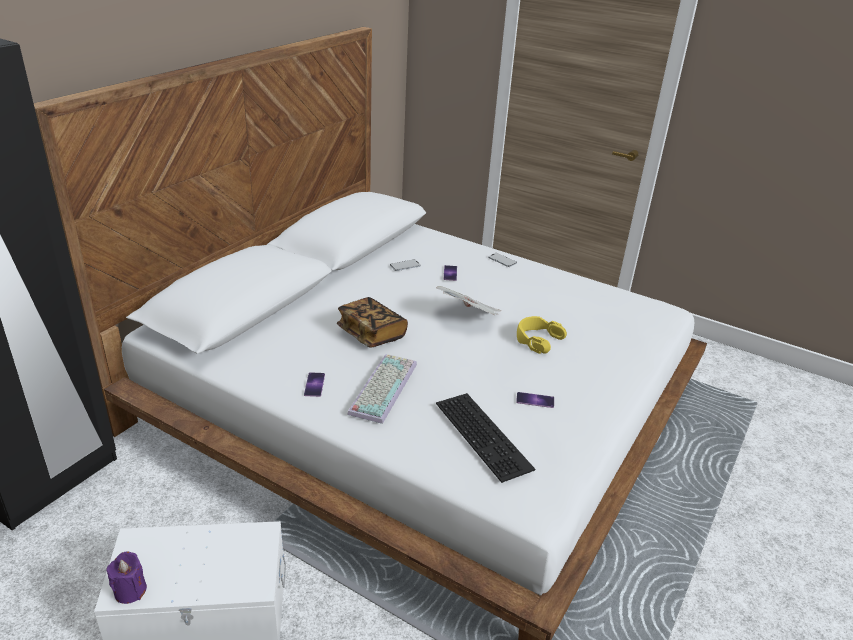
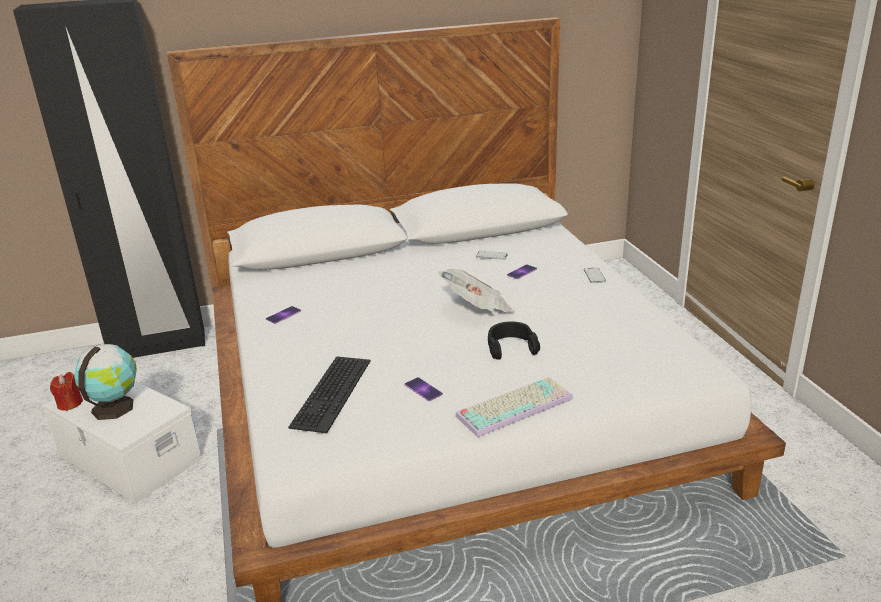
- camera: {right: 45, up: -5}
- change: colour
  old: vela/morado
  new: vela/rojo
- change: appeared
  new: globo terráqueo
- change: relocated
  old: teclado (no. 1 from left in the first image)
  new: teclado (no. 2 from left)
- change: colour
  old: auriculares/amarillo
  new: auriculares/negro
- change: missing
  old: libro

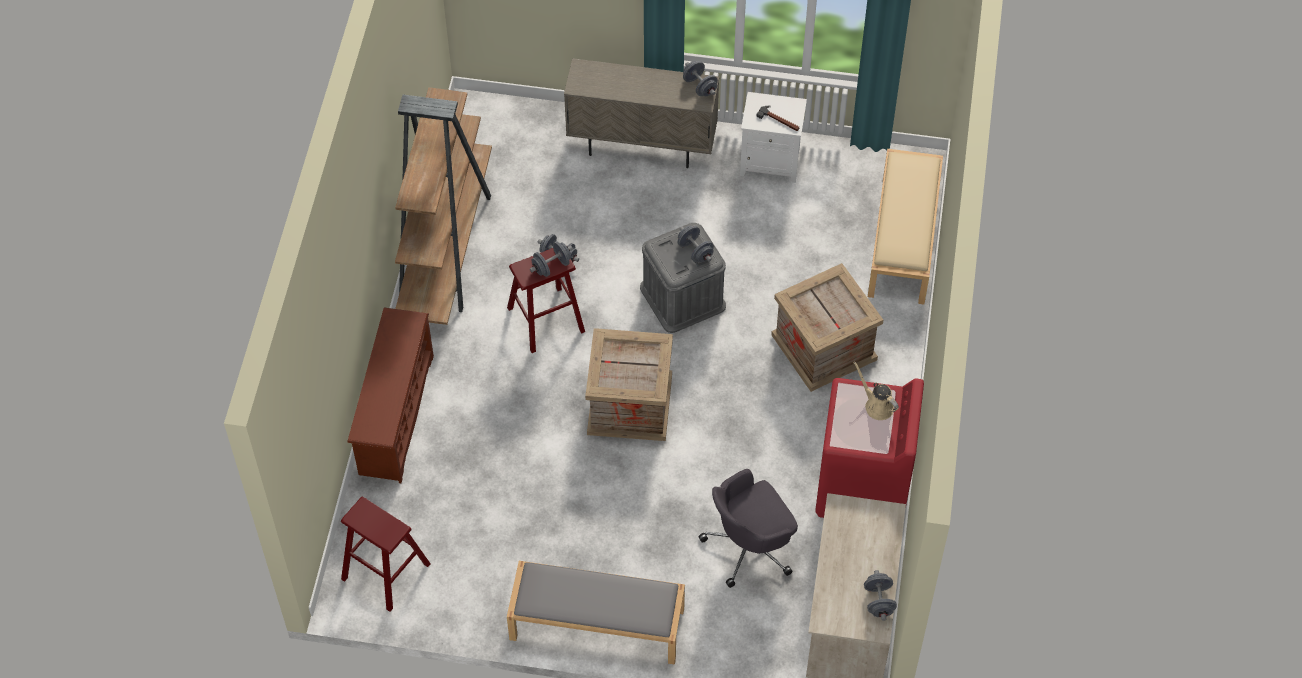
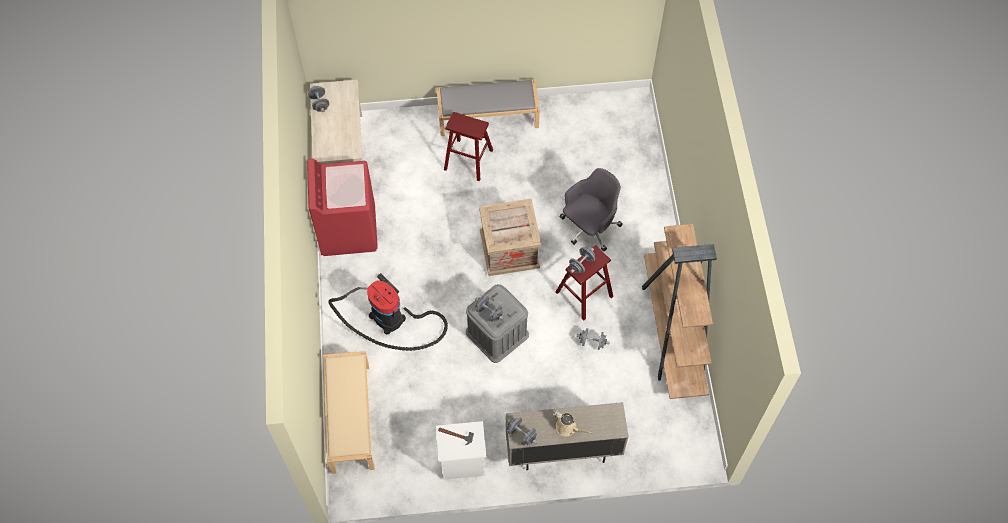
- camera: {right: 165, up: 5}
- change: exchanged
  old: caja de embalaje (no. 2 from left)
  new: aspiradora
- change: relocated
  old: taburete/rojo (no. 1 from left)
- change: relocated
  old: regadera/beis
- change: relocated
  old: silla de oficina/gris
- change: missing
  old: zapatero/marrón

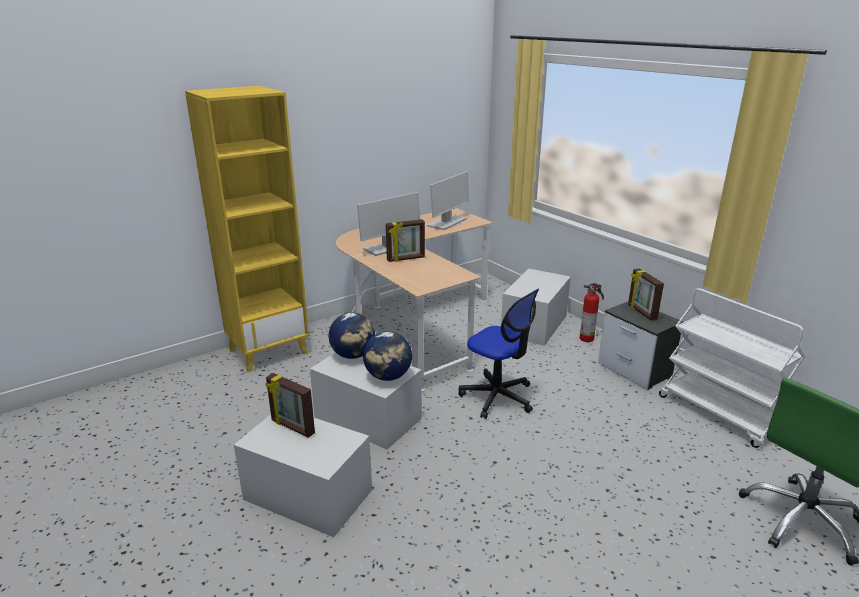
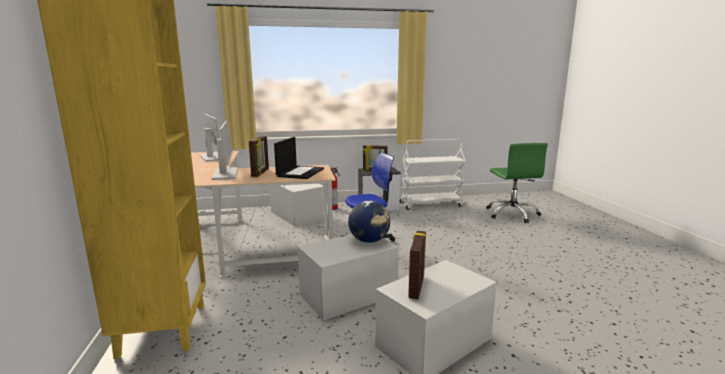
- camera: {right: -65, up: -10}
- change: appeared
  new: portátil
- change: spun
  old: portarretratos (no. 1 from left in the first image)
  degrees: 135
- change: missing
  old: globo terráqueo (no. 1 from left)

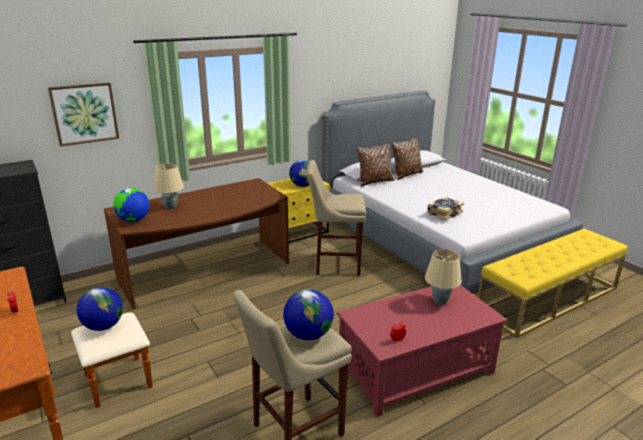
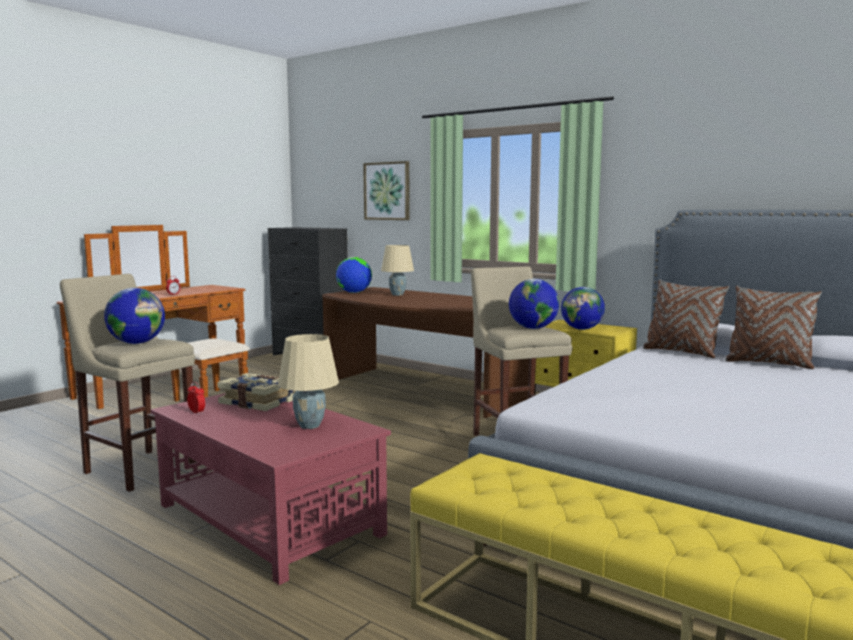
- camera: {right: 70, up: -15}
- change: relocated
  old: libro
- change: relocated
  old: globo terráqueo (no. 1 from left in the first image)
  new: globo terráqueo (no. 3 from left)

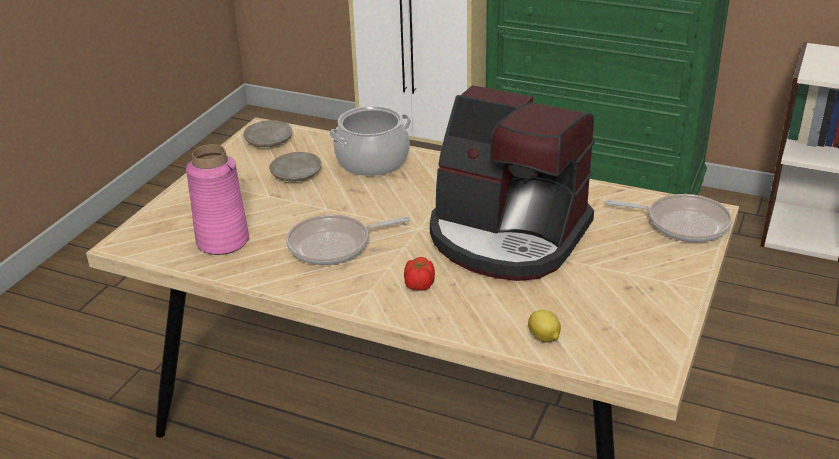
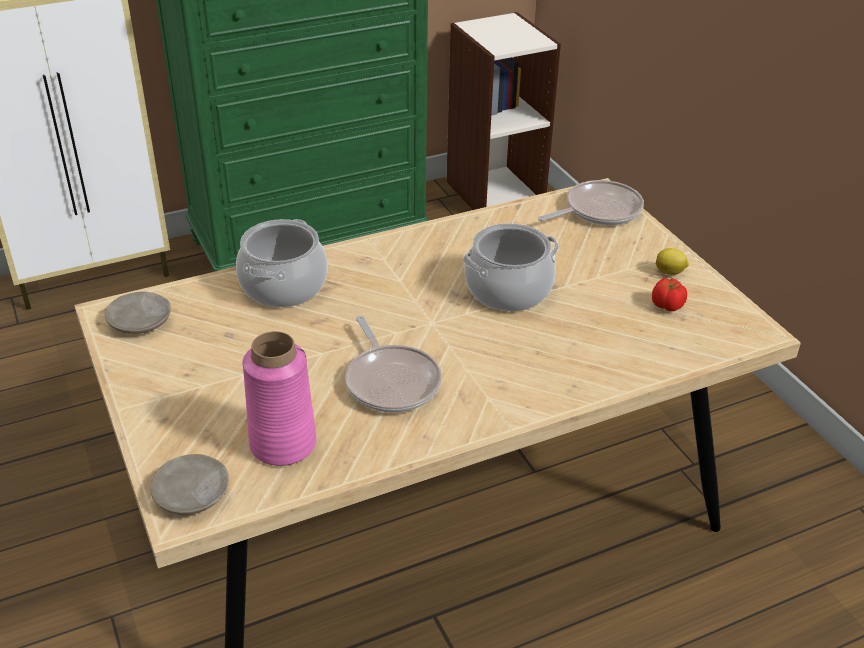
- camera: {right: -50, up: 5}
- change: relocated
  old: plato/beis (no. 2 from left)
- change: spun
  old: sartén (no. 1 from left)
  degrees: -45
- change: exchanged
  old: cafetera
  new: olla (no. 2 from left)
- change: relocated
  old: tomate
- change: relocated
  old: limón

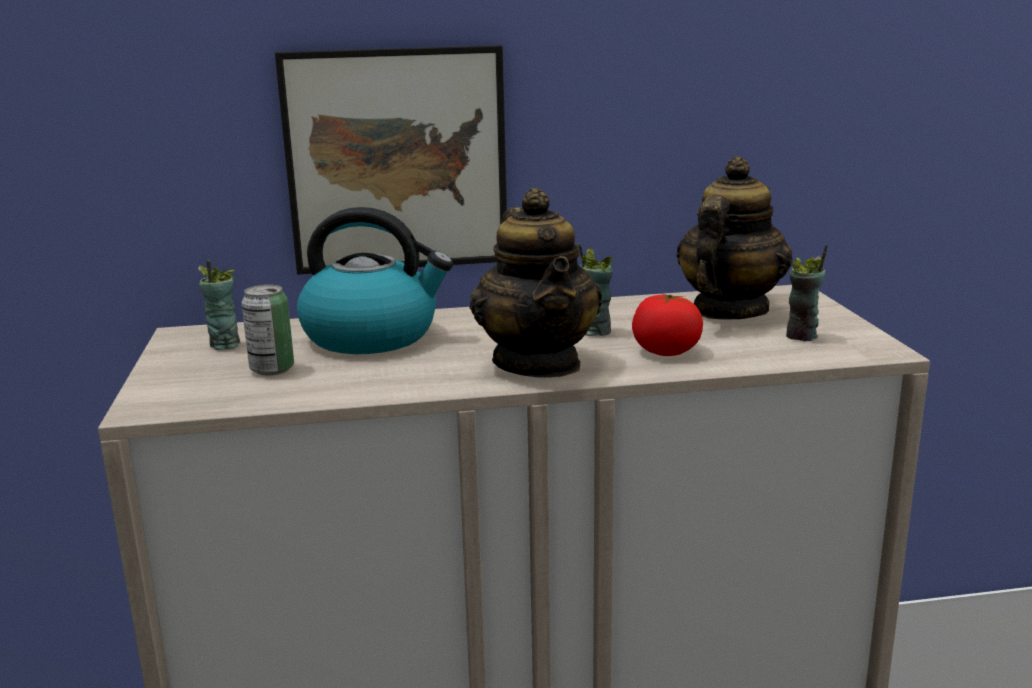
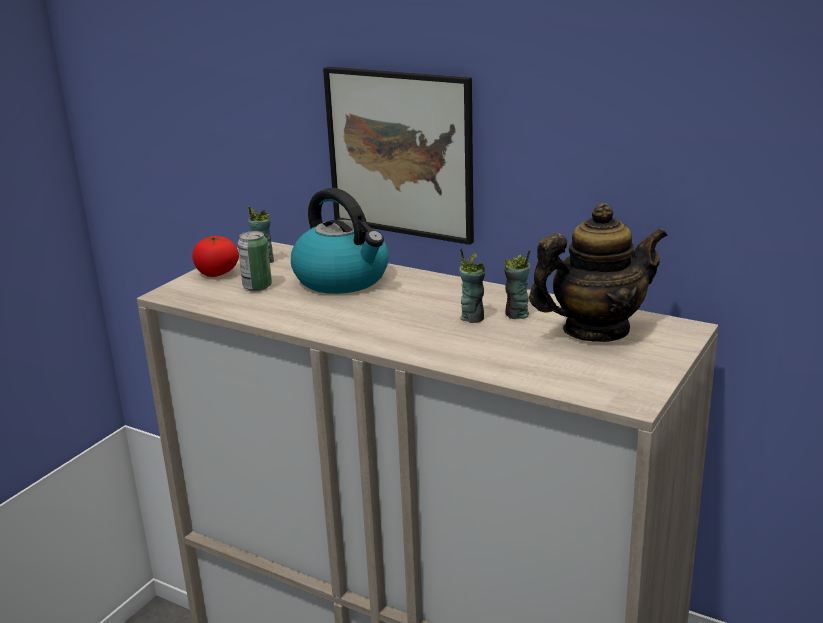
- camera: {right: 40, up: 5}
- change: relocated
  old: tomate
- change: relocated
  old: taza (no. 3 from left)
- change: missing
  old: tetera (no. 1 from left)

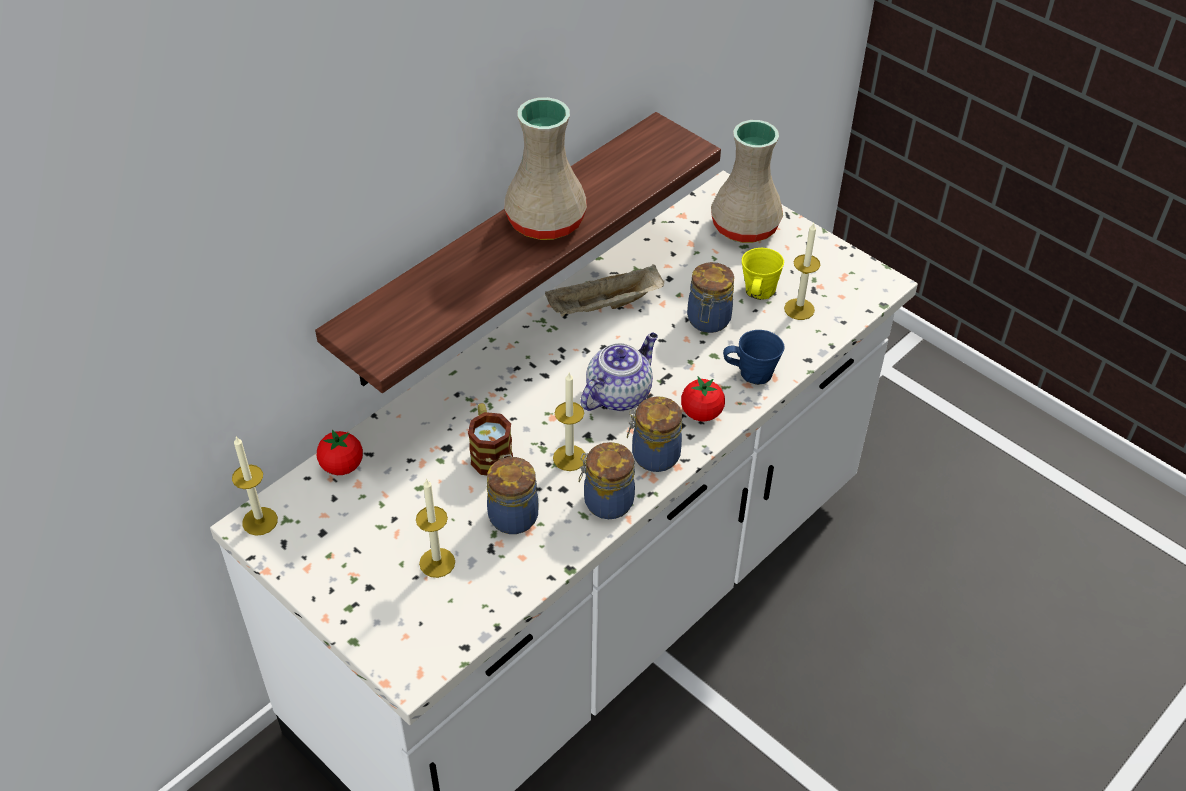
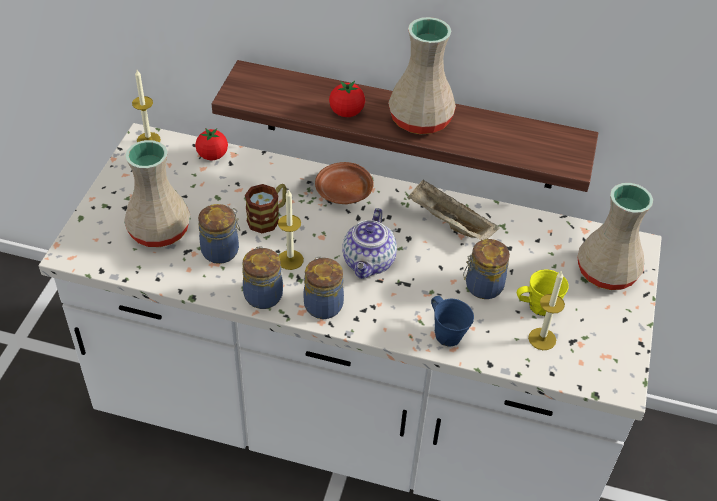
- camera: {right: 60, up: 0}
- change: exchanged
  old: vela (no. 2 from left)
  new: florero/beis (no. 1 from left)
- change: appeared
  new: plato/marrón
- change: relocated
  old: tomate (no. 2 from left)
- change: spun
  old: tetera
  degrees: 90

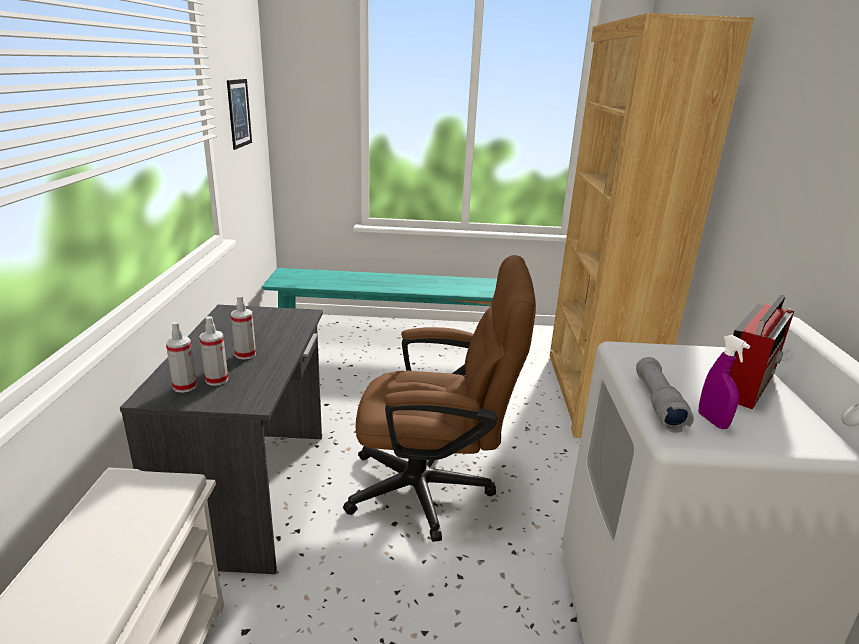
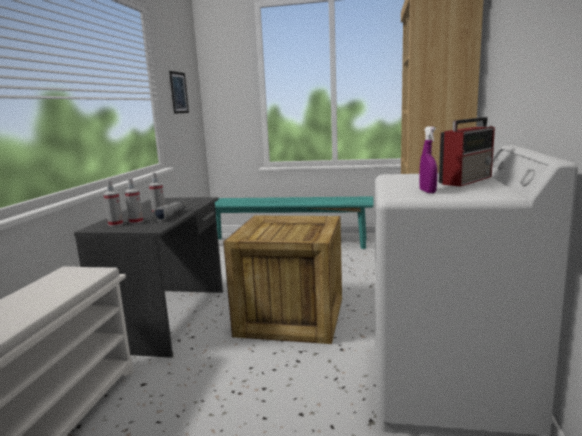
- camera: {right: 10, up: -10}
- change: relocated
  old: linterna/gris
- change: exchanged
  old: silla de oficina/marrón
  new: caja de embalaje

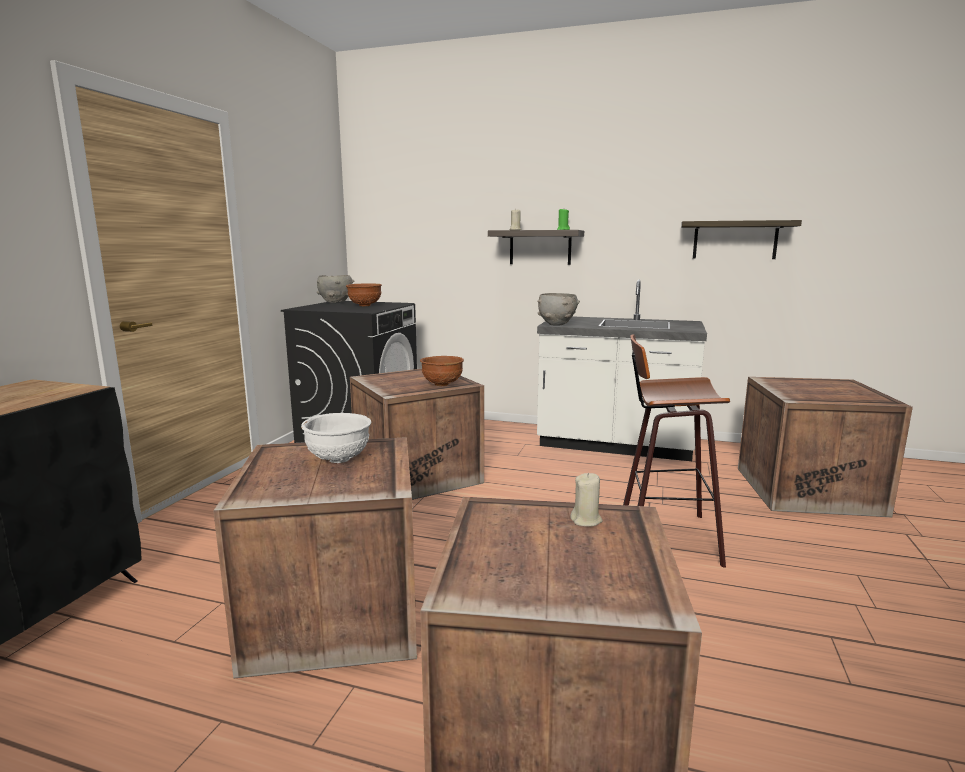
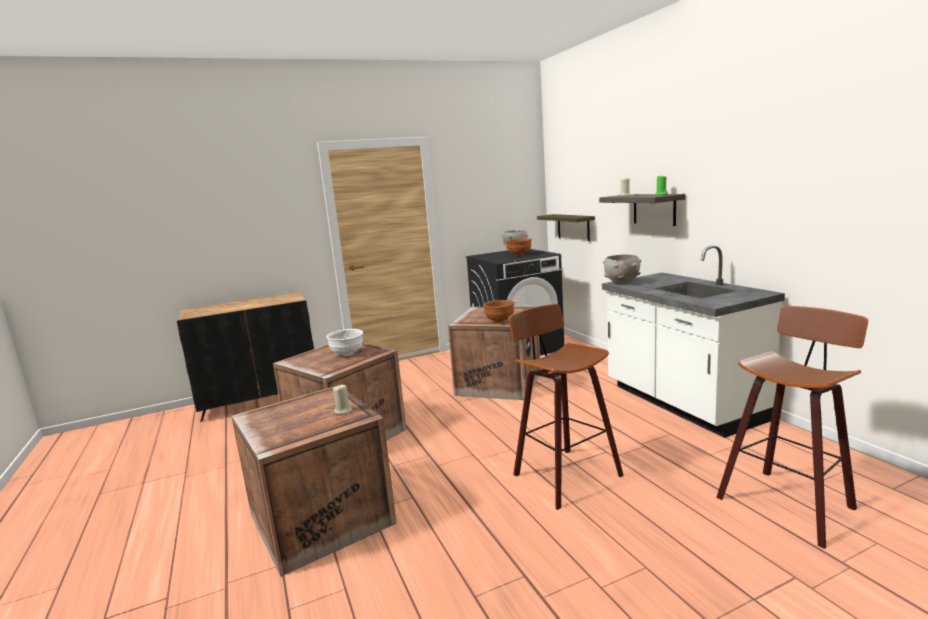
- camera: {right: 50, up: 0}
- change: relocated
  old: estante (no. 2 from left in the first image)
  new: estante (no. 1 from left)
- change: exchanged
  old: caja de embalaje (no. 4 from left)
  new: taburete (no. 2 from left)

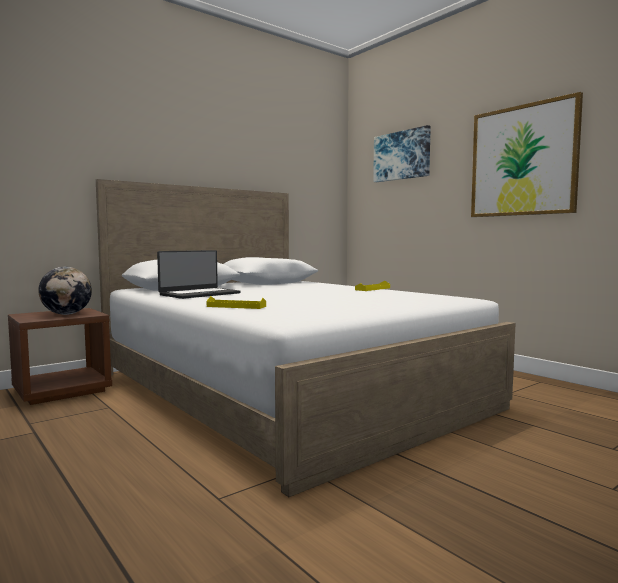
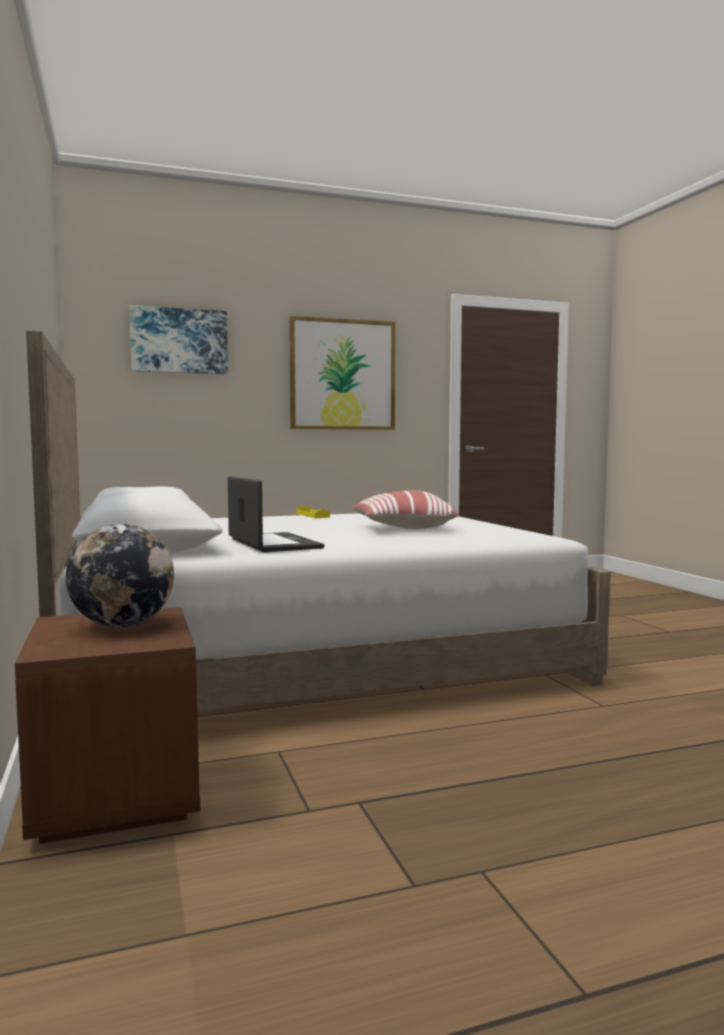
- camera: {right: -70, up: 0}
- change: appeared
  new: cojín
- change: missing
  old: bandeja/amarillo (no. 1 from left)

